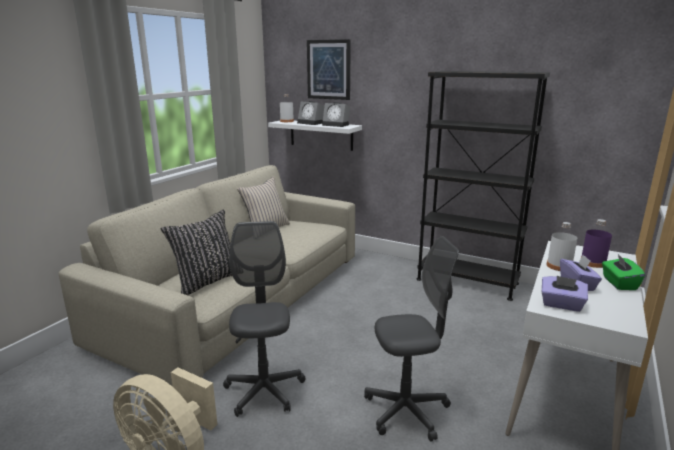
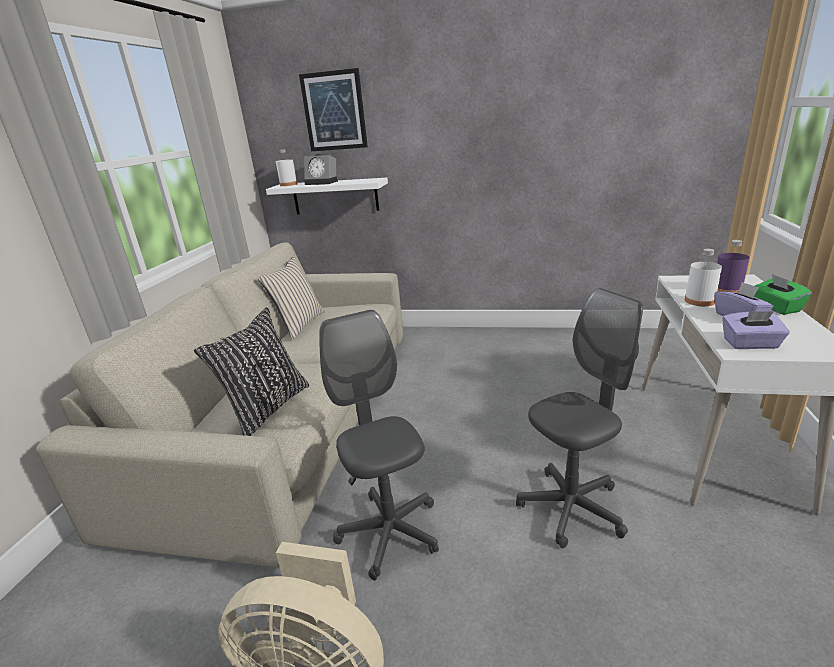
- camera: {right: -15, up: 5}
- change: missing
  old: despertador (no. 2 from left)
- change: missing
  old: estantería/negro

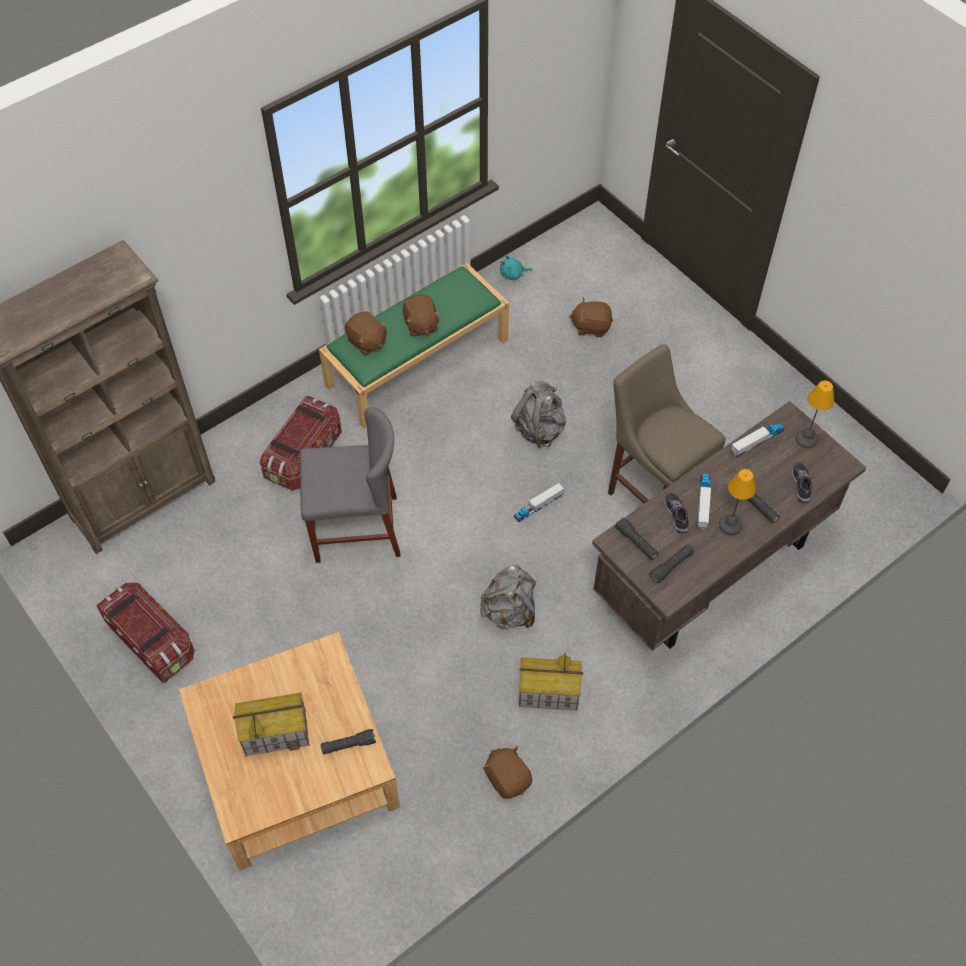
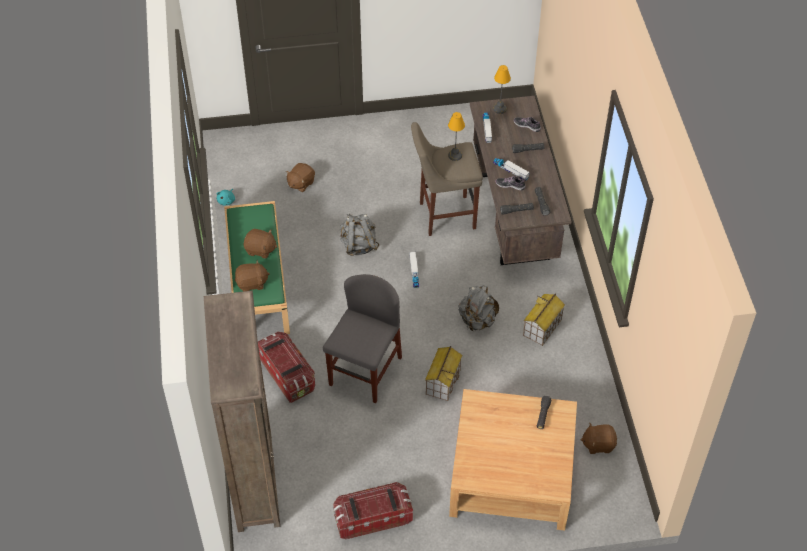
- camera: {right: -60, up: -5}
- change: relocated
  old: casita (no. 1 from left)
- change: relocated
  old: lámpara de mesa (no. 1 from left)
- change: relocated
  old: peluche/marrón (no. 3 from left in the first image)
  new: peluche/marrón (no. 4 from left)

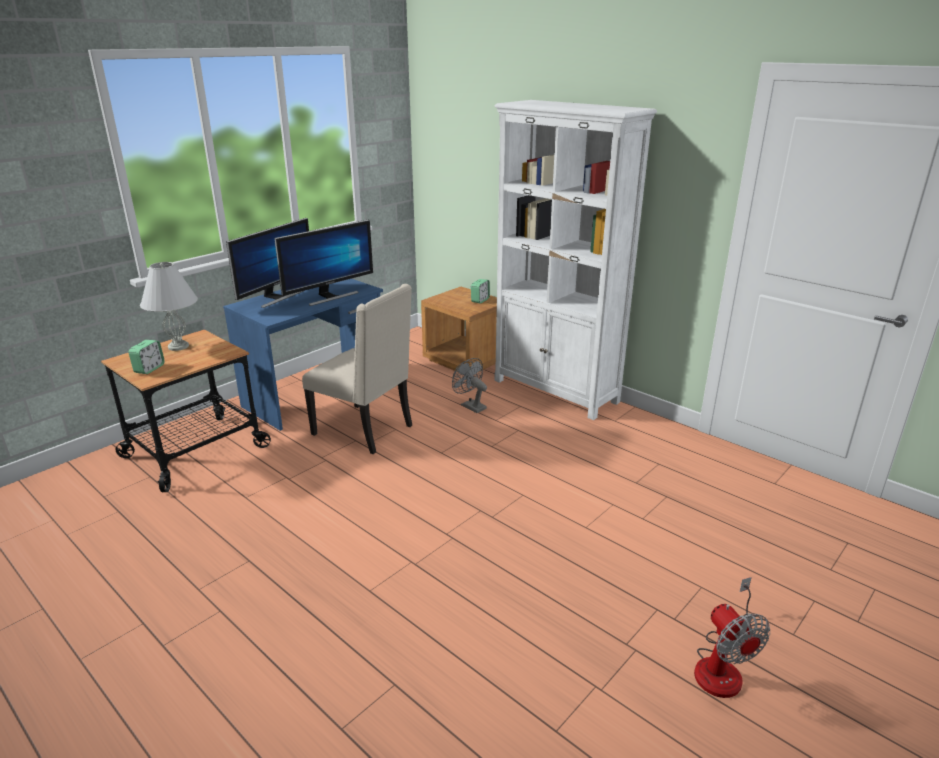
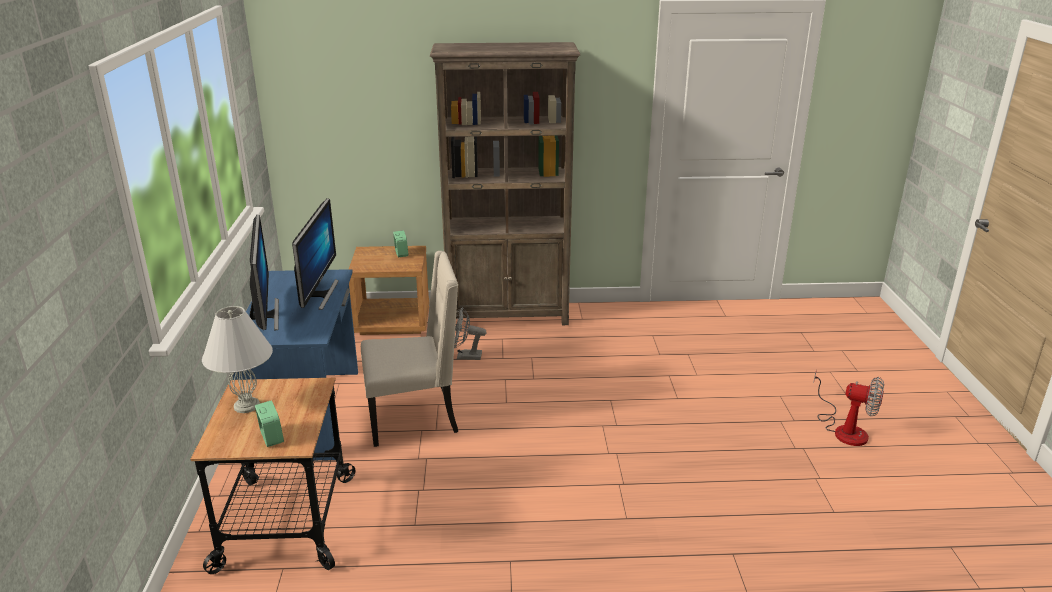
- camera: {right: -45, up: 0}
- change: colour
  old: estantería/blanco
  new: estantería/marrón

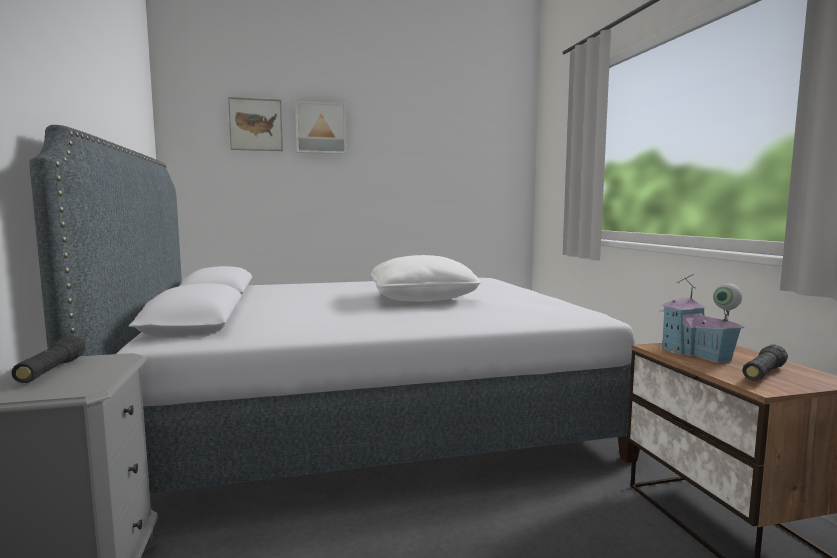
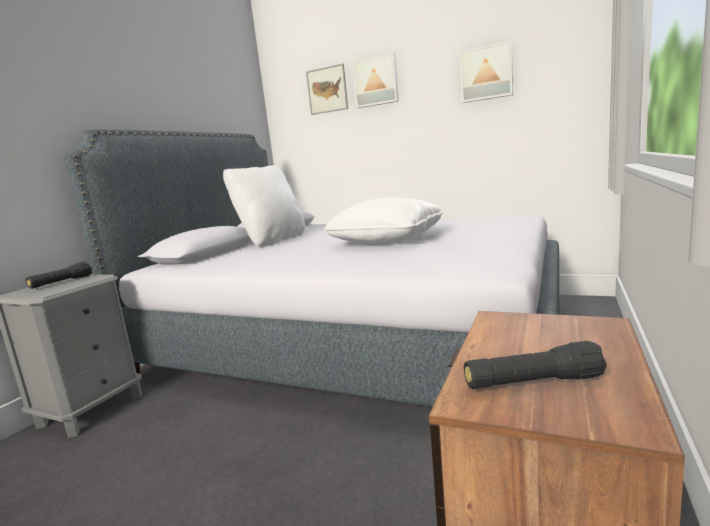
- camera: {right: 40, up: 5}
- change: appeared
  new: cojín/blanco (no. 1 from left)
- change: appeared
  new: cuadro (no. 3 from left)
- change: missing
  old: casita

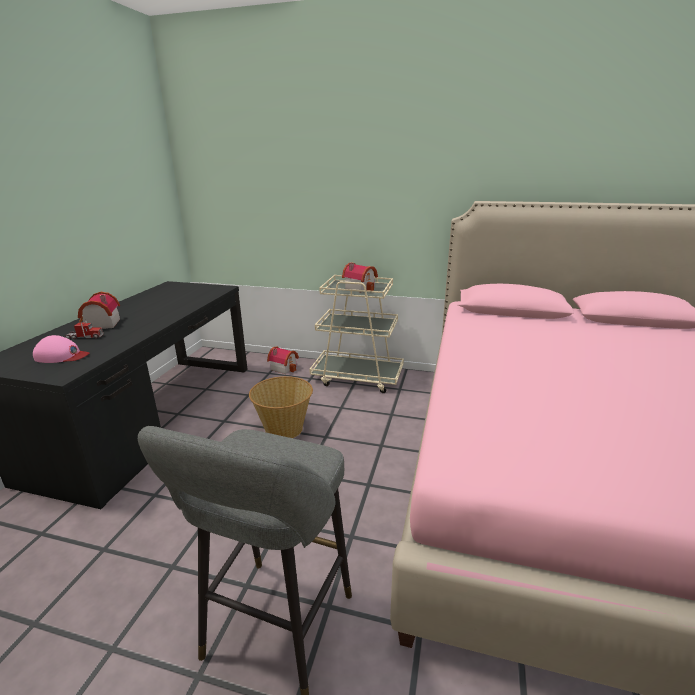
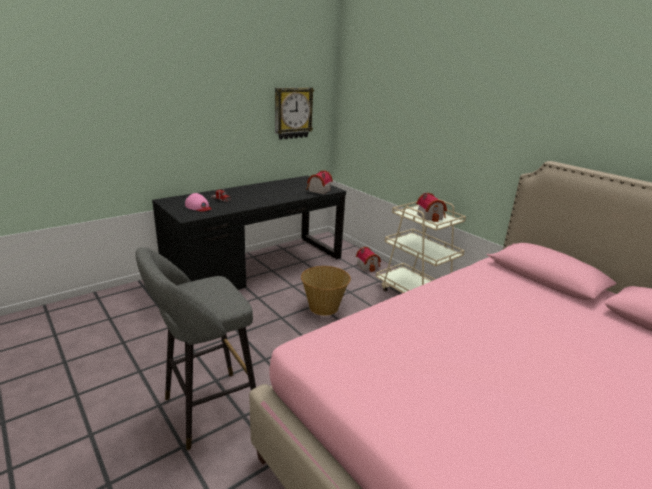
- camera: {right: 35, up: 0}
- change: appeared
  new: reloj de pared
- change: relocated
  old: casita (no. 1 from left)

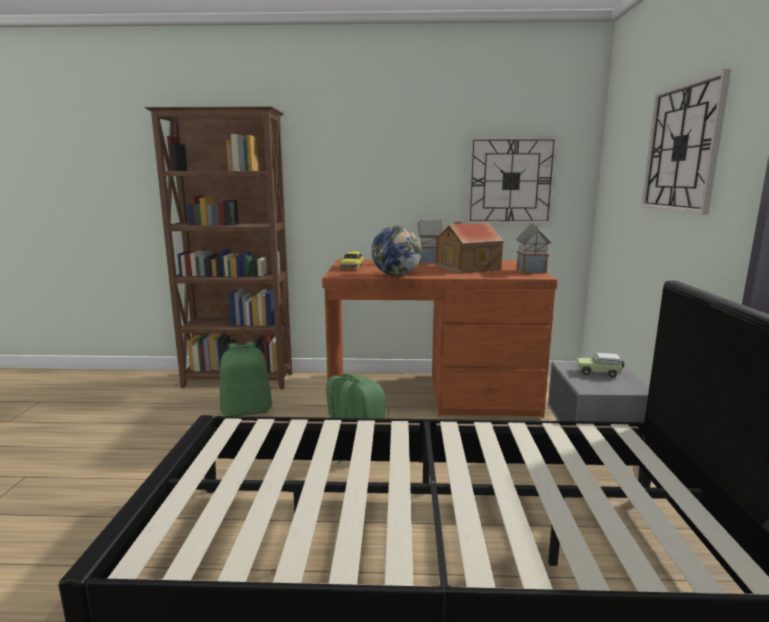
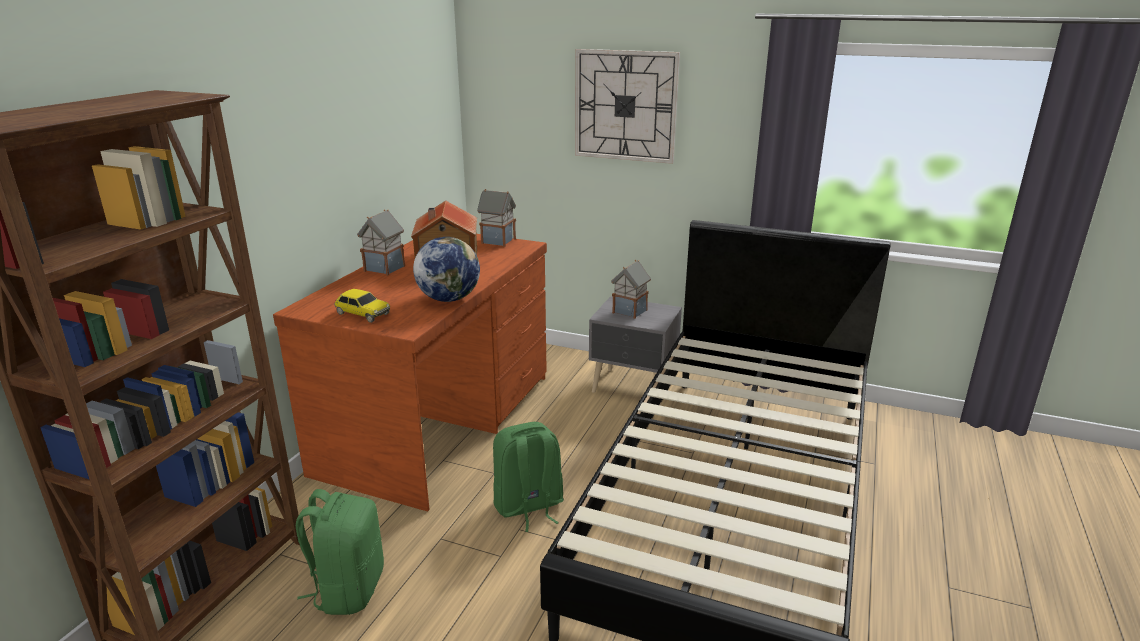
- camera: {right: -70, up: 10}
- change: exchanged
  old: coche de juguete (no. 2 from left)
  new: casita (no. 4 from left)
- change: missing
  old: reloj de pared (no. 1 from left)

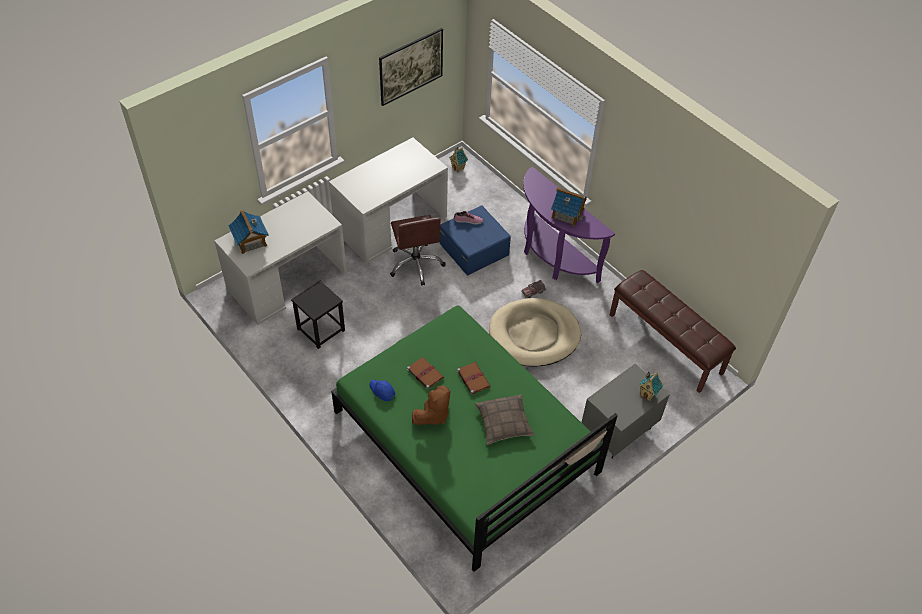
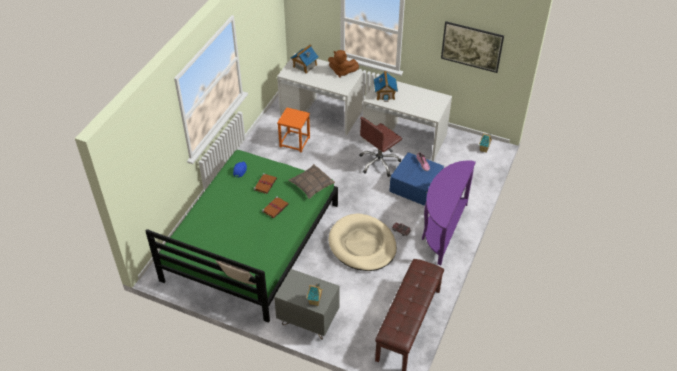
- camera: {right: 65, up: -5}
- change: colour
  old: taburete/negro
  new: taburete/naranja
- change: relocated
  old: cojín (no. 1 from left in the first image)
  new: cojín (no. 2 from left)
- change: relocated
  old: peluche/marrón
- change: relocated
  old: casita (no. 3 from left)

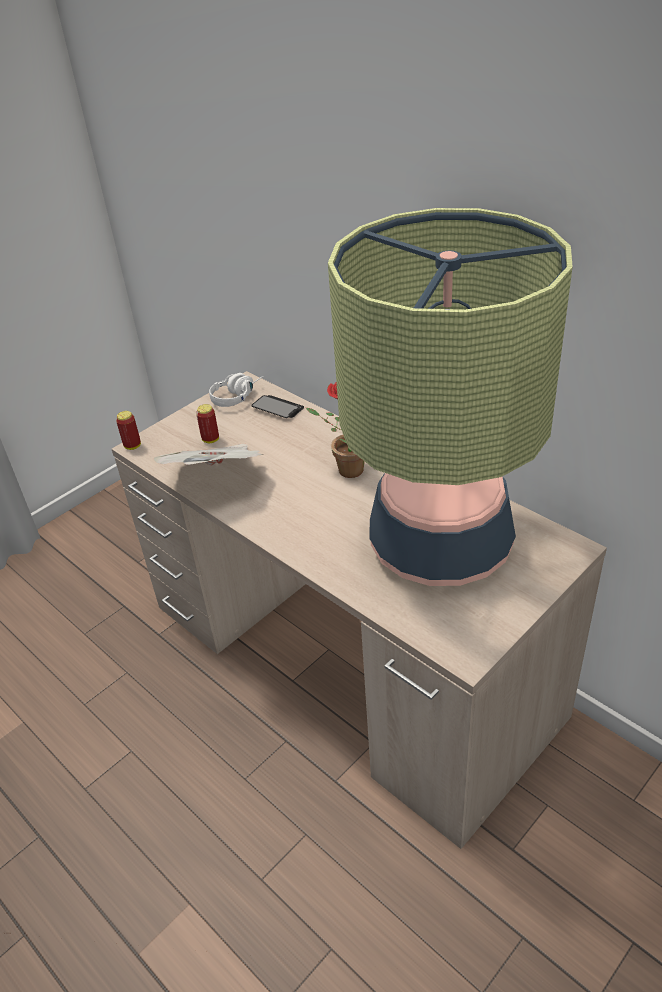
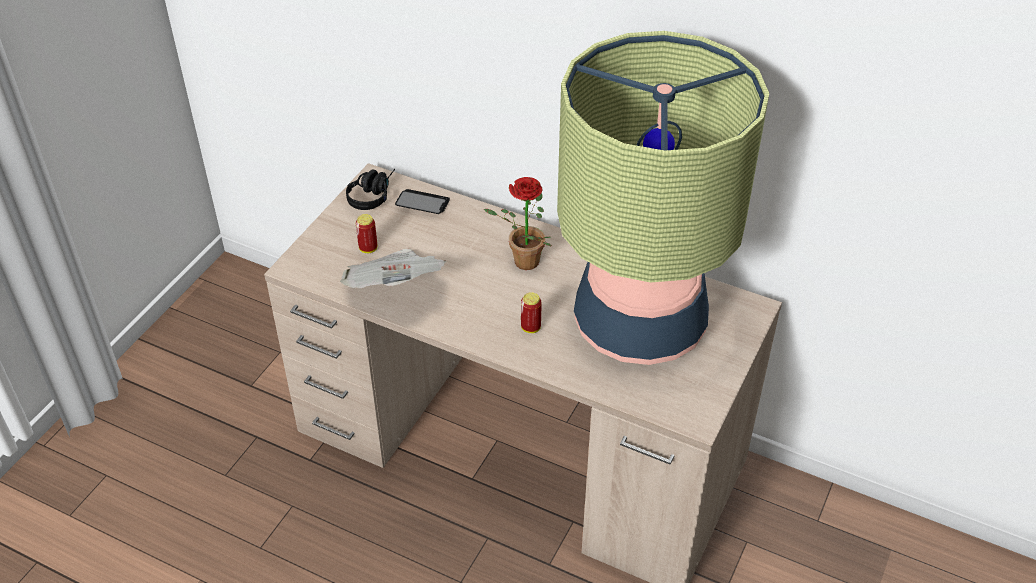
- camera: {right: -20, up: 5}
- change: colour
  old: auriculares/blanco
  new: auriculares/negro
- change: relocated
  old: lata (no. 1 from left in the first image)
  new: lata (no. 2 from left)

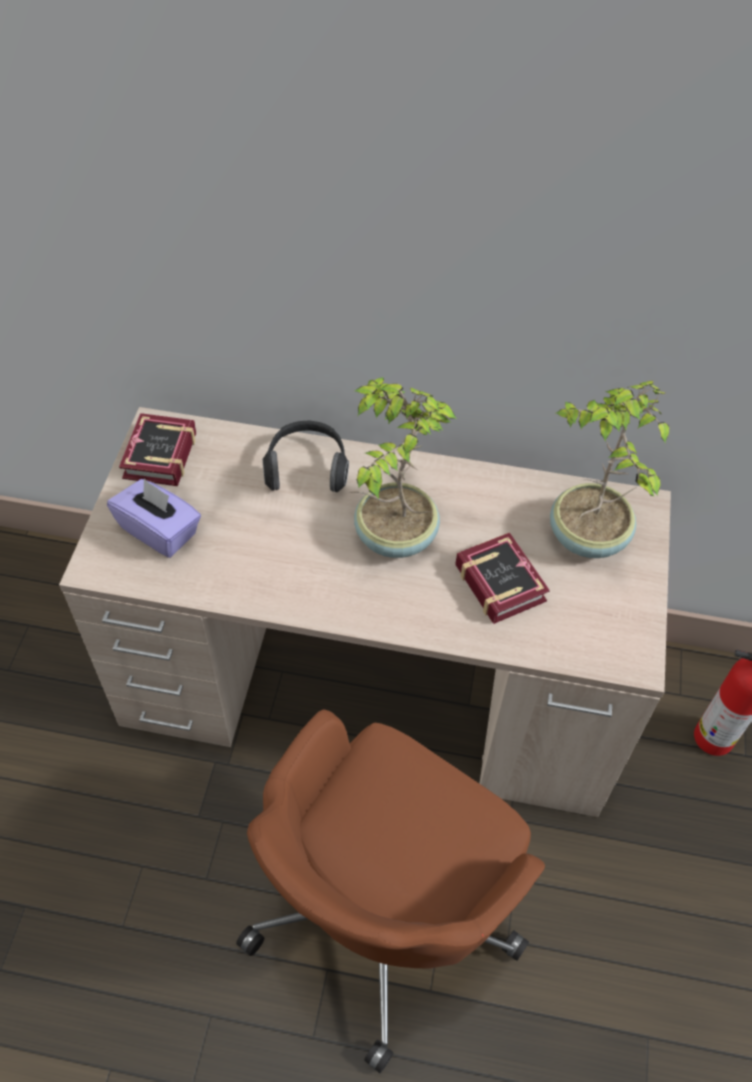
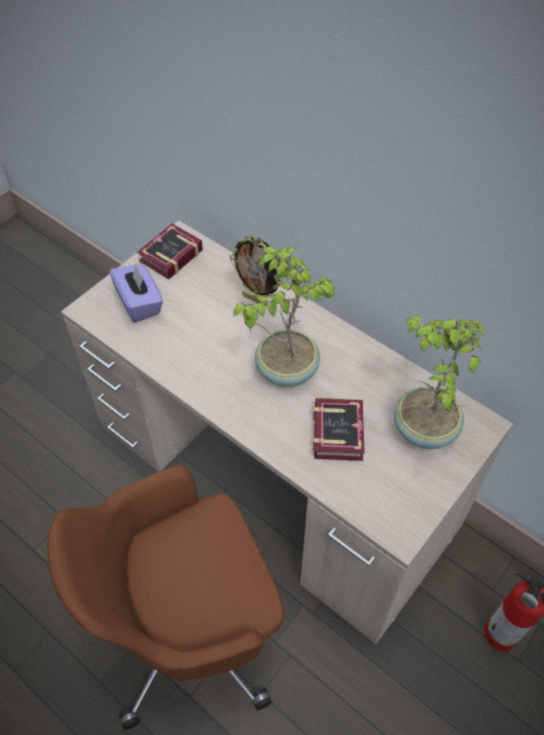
- camera: {right: 30, up: 0}
- change: exchanged
  old: auriculares
  new: portarretratos

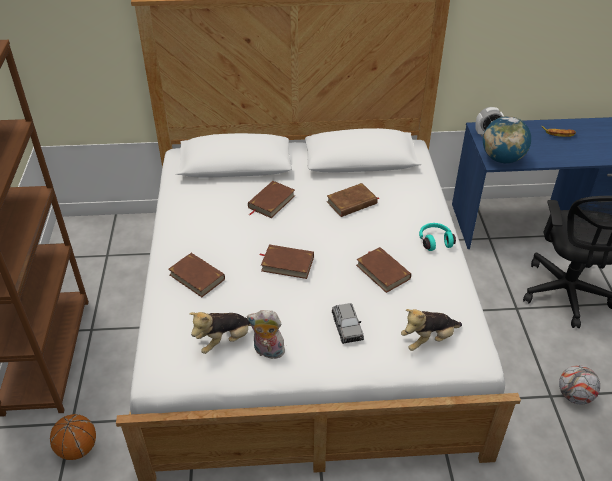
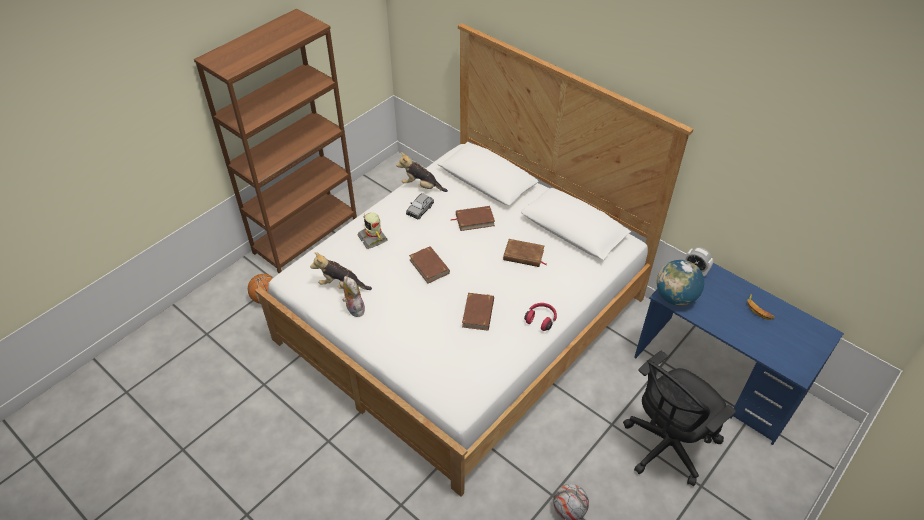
- camera: {right: 45, up: 5}
- change: exchanged
  old: libro/marrón (no. 1 from left)
  new: robot de juguete
- change: relocated
  old: peluche (no. 3 from left)
- change: relocated
  old: coche de juguete/gris
- change: colour
  old: auriculares/turquesa
  new: auriculares/rojo

